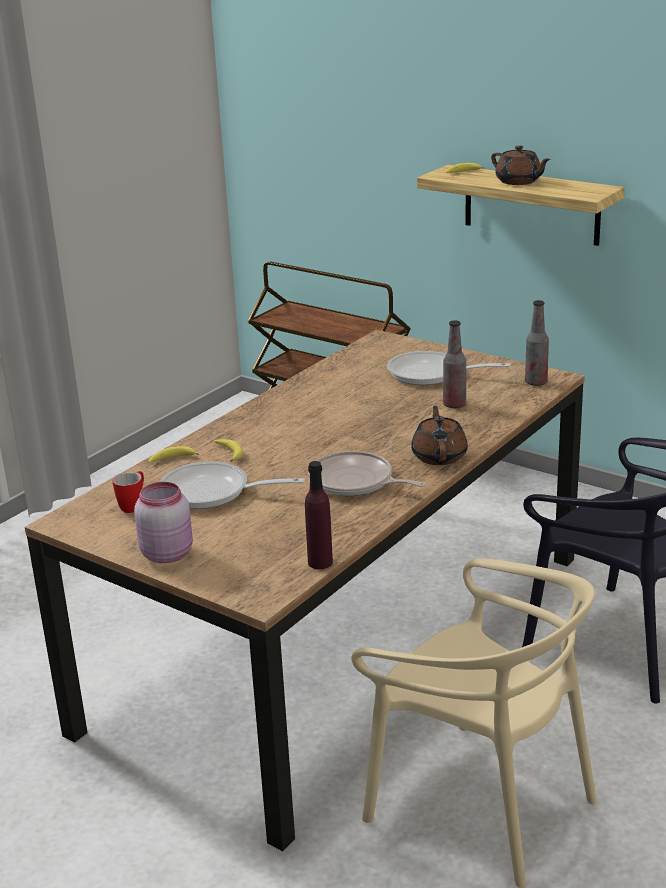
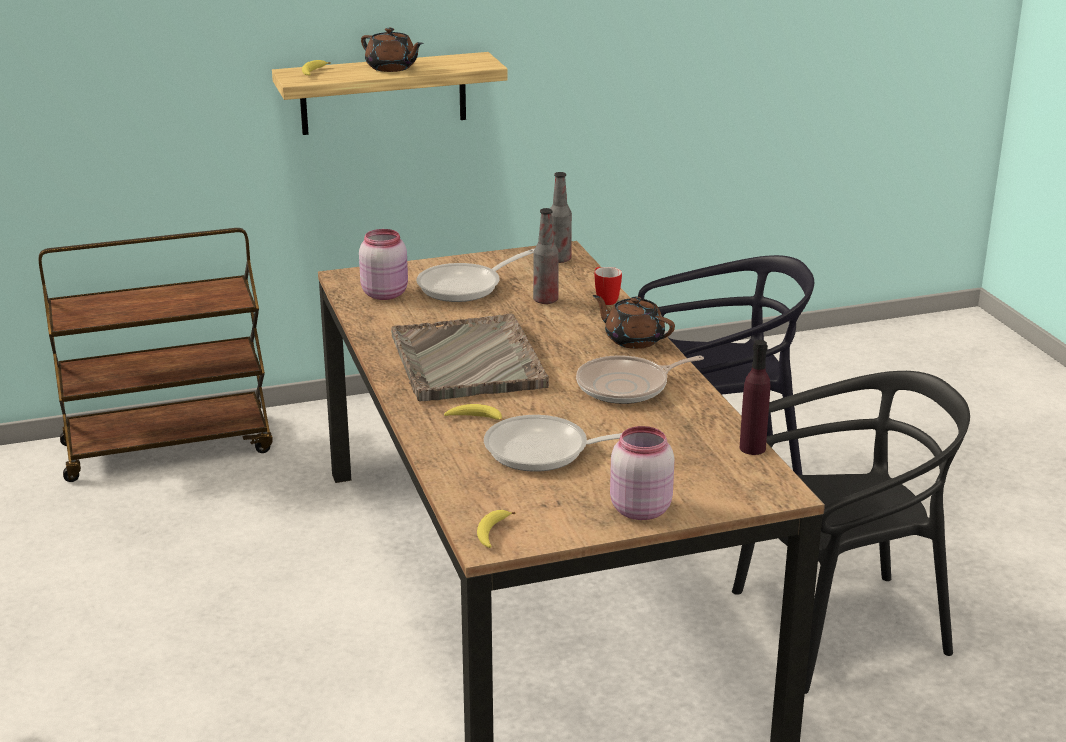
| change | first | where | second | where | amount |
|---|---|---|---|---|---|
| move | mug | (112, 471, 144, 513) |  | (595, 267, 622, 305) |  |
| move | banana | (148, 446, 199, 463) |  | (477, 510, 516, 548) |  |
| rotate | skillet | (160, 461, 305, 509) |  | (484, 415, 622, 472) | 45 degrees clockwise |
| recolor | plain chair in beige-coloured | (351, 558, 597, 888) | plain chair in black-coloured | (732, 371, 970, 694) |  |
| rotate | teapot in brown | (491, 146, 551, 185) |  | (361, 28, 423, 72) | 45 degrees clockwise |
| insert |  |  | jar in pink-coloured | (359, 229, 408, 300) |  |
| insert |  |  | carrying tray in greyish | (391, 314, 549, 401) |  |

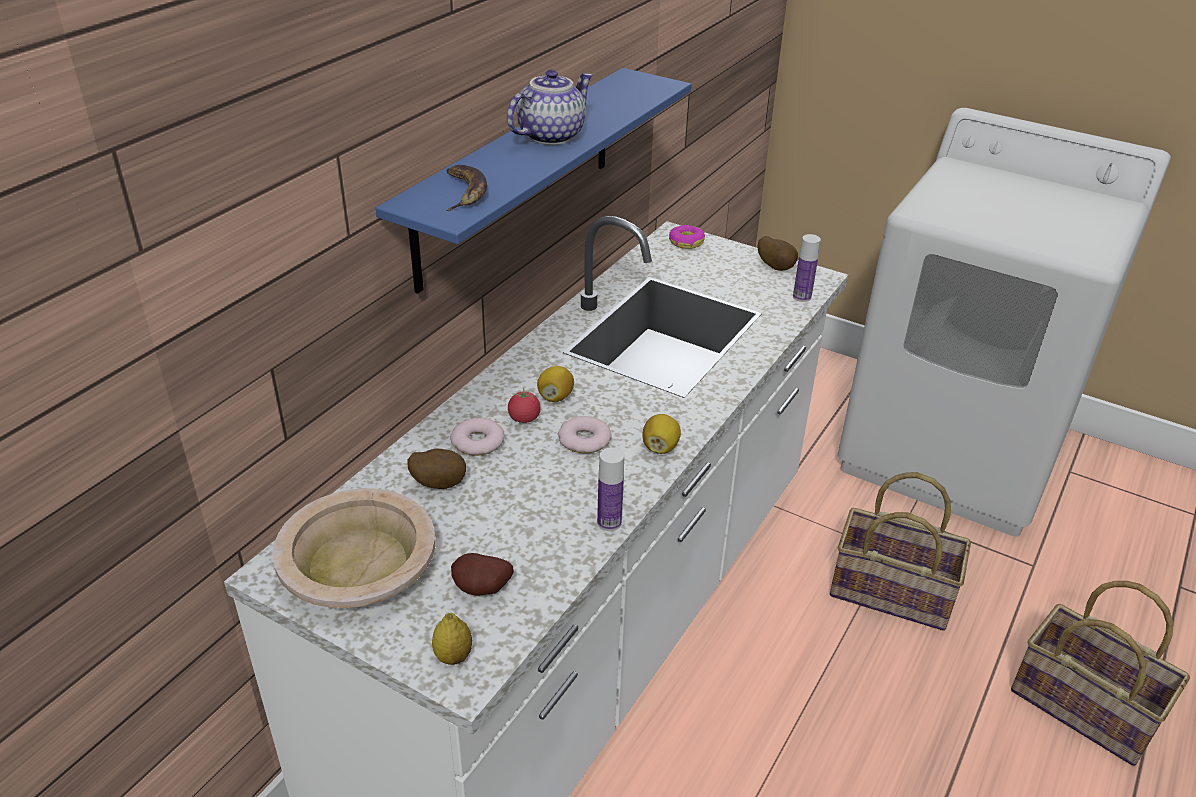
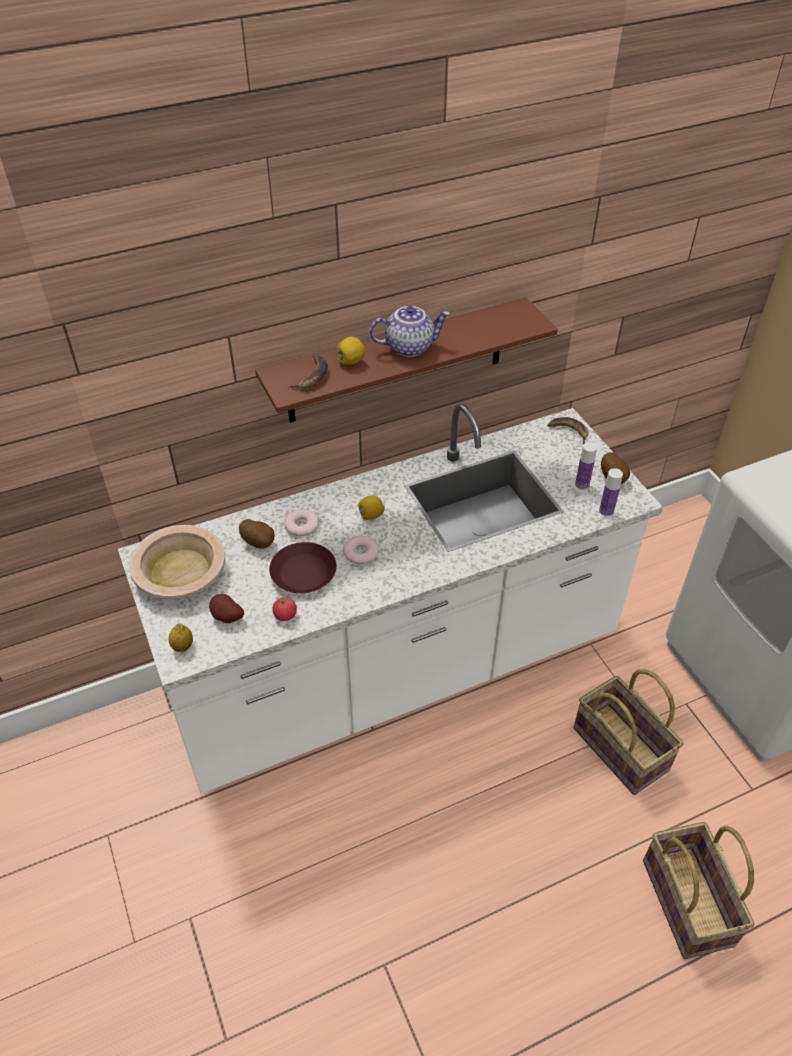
| change | first | where | second | where | amount |
|---|---|---|---|---|---|
| recolor | shelf in blue | (375, 68, 692, 294) | shelf in brown | (255, 297, 558, 423) |  |
| move | fresh tomato | (508, 388, 541, 423) |  | (272, 596, 297, 621) |  |
| move | drink bottle | (597, 447, 624, 531) |  | (575, 442, 597, 490) |  |
| move | citrus fruit | (642, 414, 681, 454) |  | (336, 337, 365, 365) |  |
| replace | doughnut | (669, 225, 705, 249) | banana | (547, 417, 589, 445) |  |
| insert |  |  | dinner plate in brown | (269, 542, 337, 593) |  |

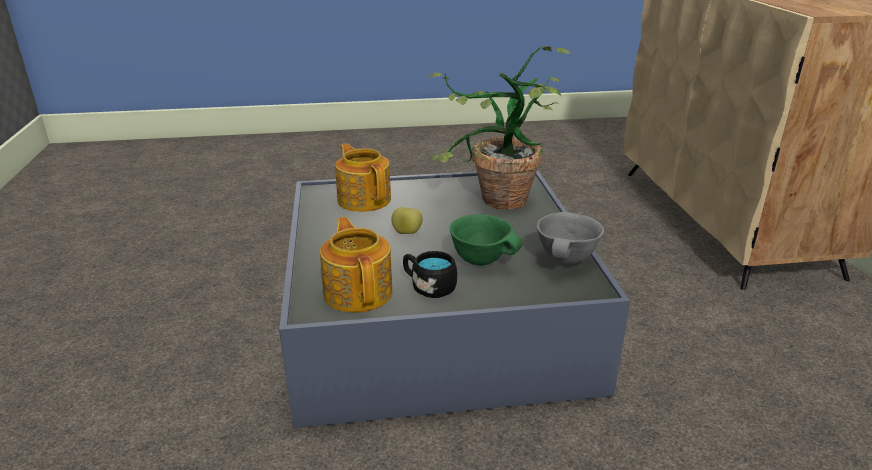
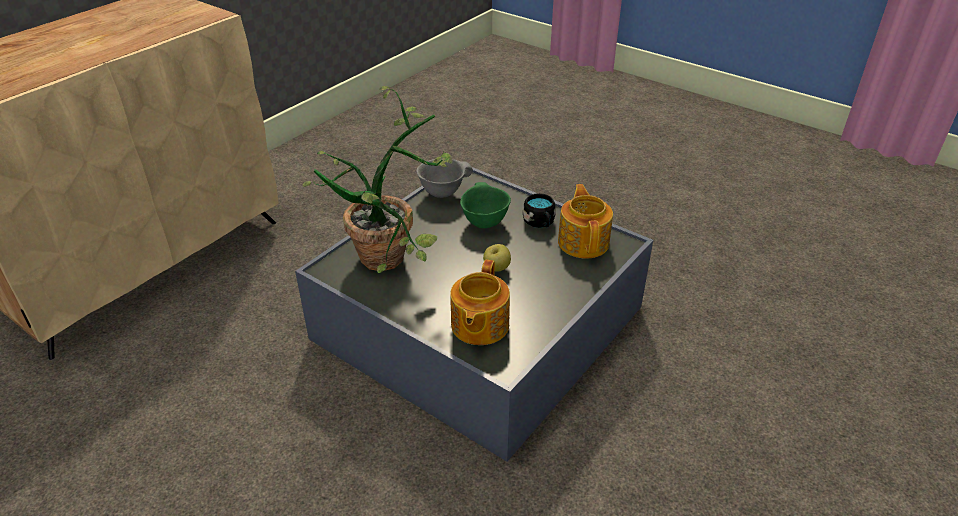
| change | first | where | second | where | amount |
|---|---|---|---|---|---|
| rotate | teapot | (320, 217, 392, 313) |  | (558, 184, 613, 259) | 150 degrees clockwise |

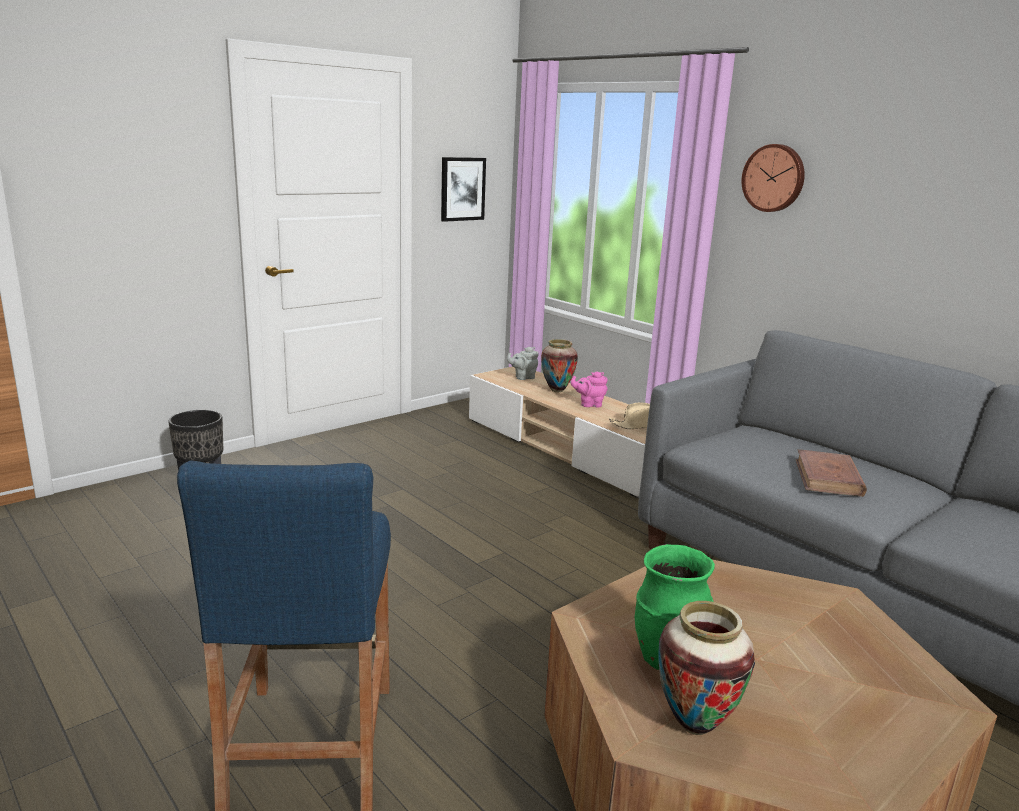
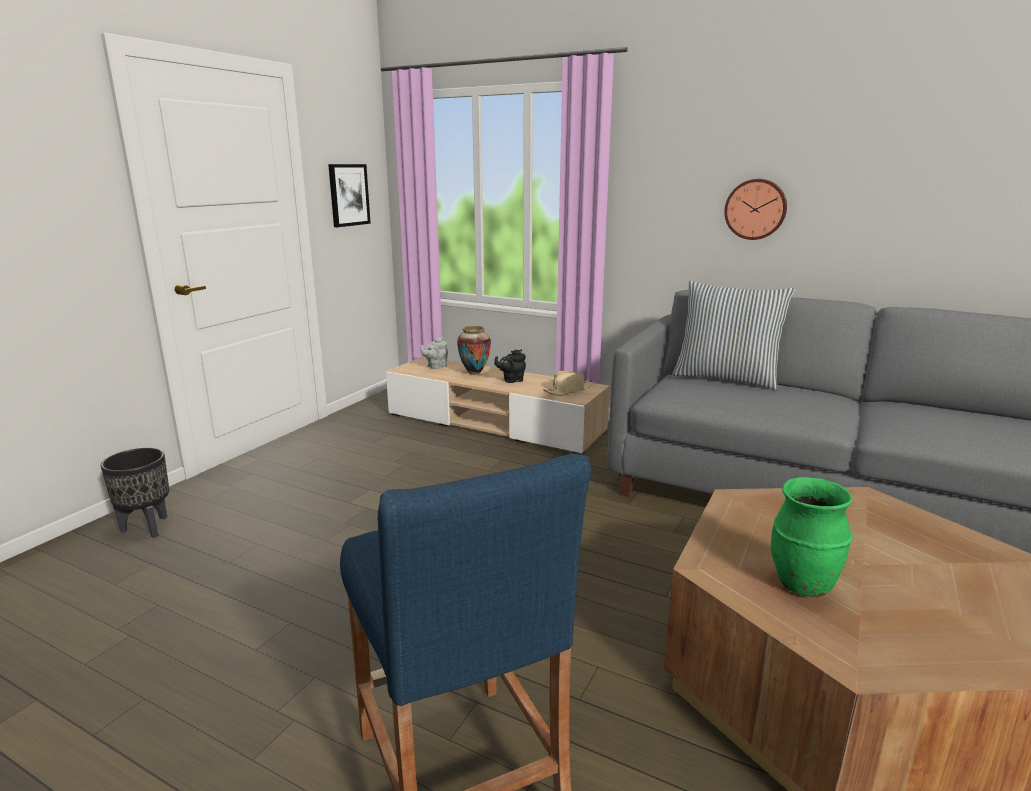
| change | first | where | second | where | amount |
|---|---|---|---|---|---|
| recolor | teapot in pink-coloured | (571, 372, 608, 407) | teapot in black-coloured | (494, 350, 526, 383) |  |
| delete | flower vase | (658, 601, 755, 735) |  |  |  |
| move | clock on the wall | (742, 144, 805, 212) |  | (724, 179, 787, 240) |  |
| delete | bound book in brown | (796, 449, 867, 497) |  |  |  |
| insert |  |  | throw pillow | (672, 281, 795, 390) |  |

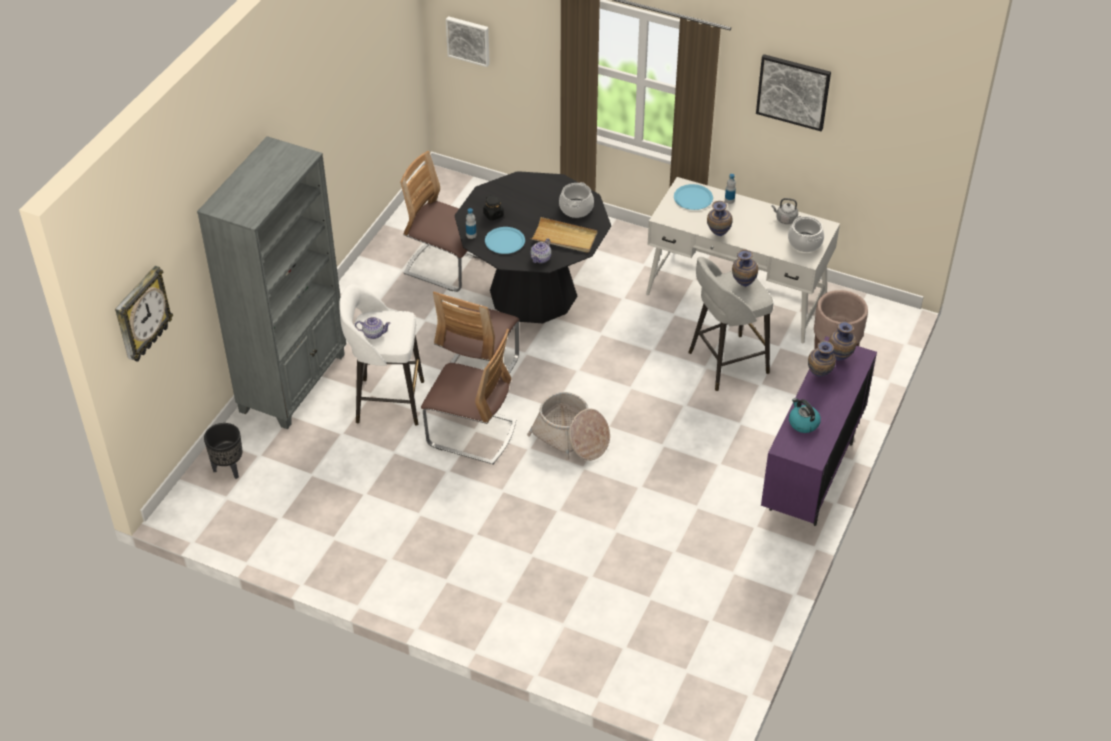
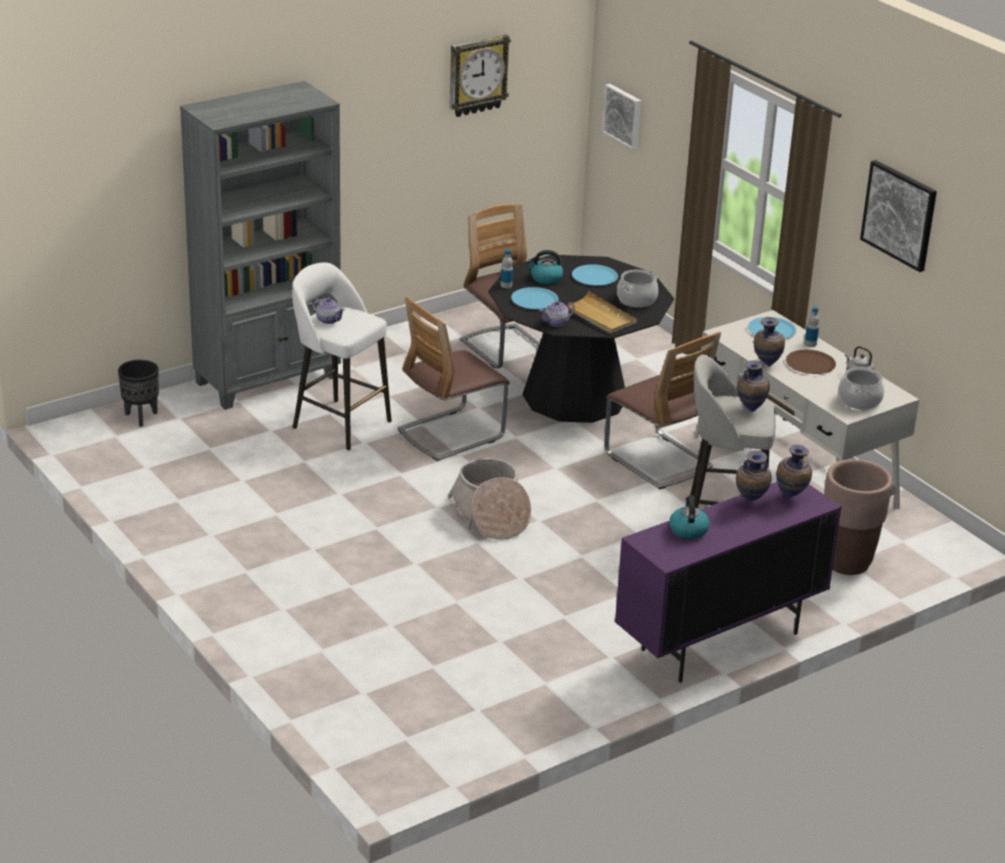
| change | first | where | second | where | amount |
|---|---|---|---|---|---|
| move | clock on the wall | (115, 266, 173, 362) |  | (450, 35, 511, 117) |  |
| move | plain chair | (421, 329, 516, 464) |  | (605, 332, 721, 490) |  |
| replace | jar in black-coloured | (483, 196, 504, 221) | water kettle | (526, 250, 563, 284) |  |
| insert |  |  | dinner plate in blue | (572, 264, 618, 286) |  |
| insert |  |  | dinner plate in brown | (786, 350, 836, 374) |  |

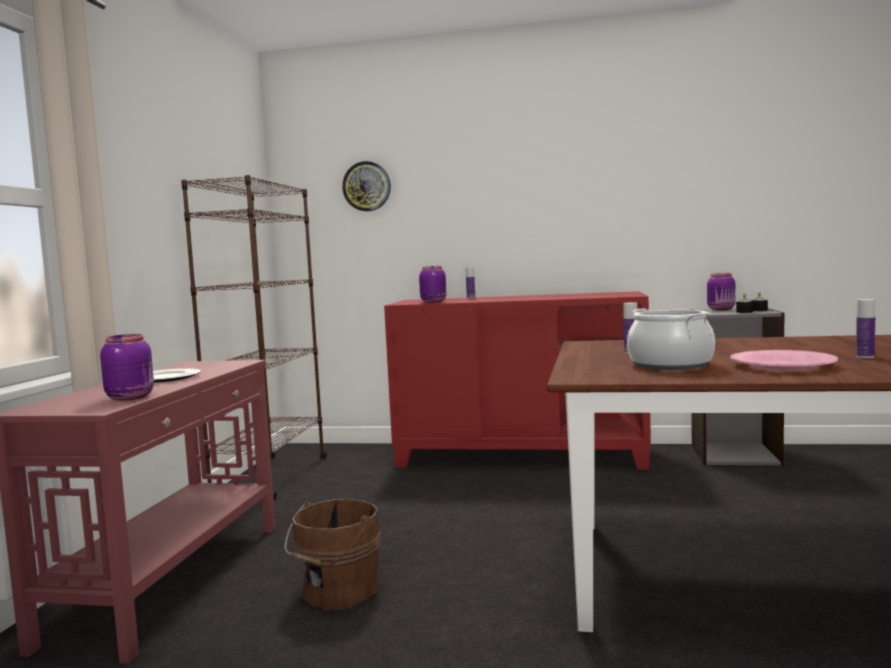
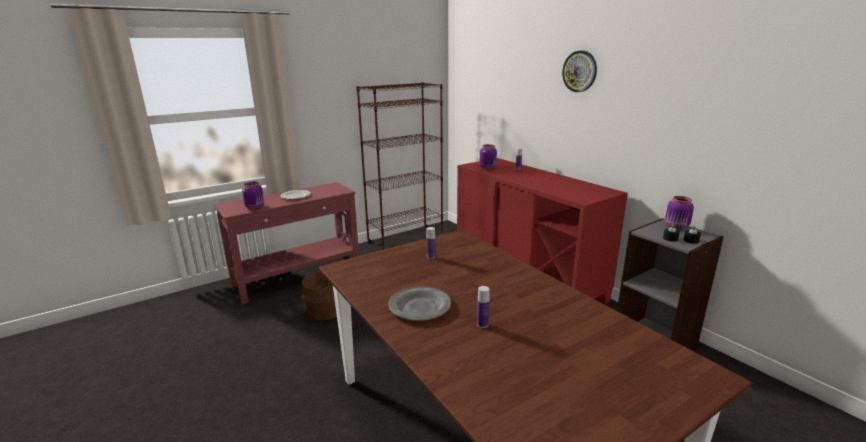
| change | first | where | second | where | amount |
|---|---|---|---|---|---|
| move | clock on the wall | (342, 161, 391, 211) |  | (562, 51, 597, 92) |  |
| delete | cooking pot | (627, 309, 715, 370) |  |  |  |
| recolor | dinner plate in pink-coloured | (730, 350, 838, 371) | dinner plate in greyish | (388, 287, 451, 321) |  |

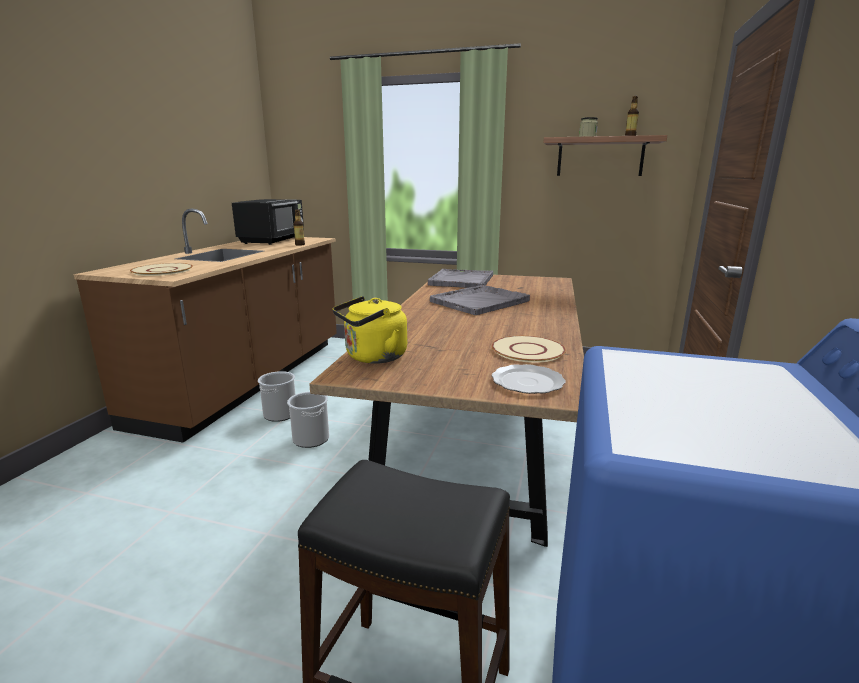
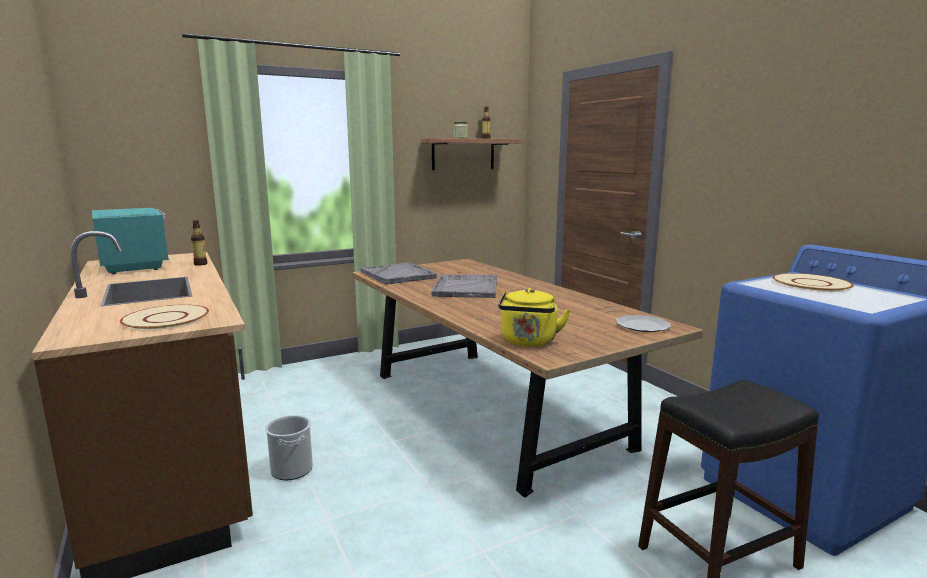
| change | first | where | second | where | amount |
|---|---|---|---|---|---|
| recolor | kitchen microwave in black-coloured | (232, 199, 304, 245) | kitchen microwave in blue-green | (92, 208, 169, 274) |  |
| delete | water bucket | (287, 392, 329, 448) |  |  |  |
| move | dinner plate in beige-coloured | (492, 336, 566, 363) |  | (772, 273, 854, 292) |  |

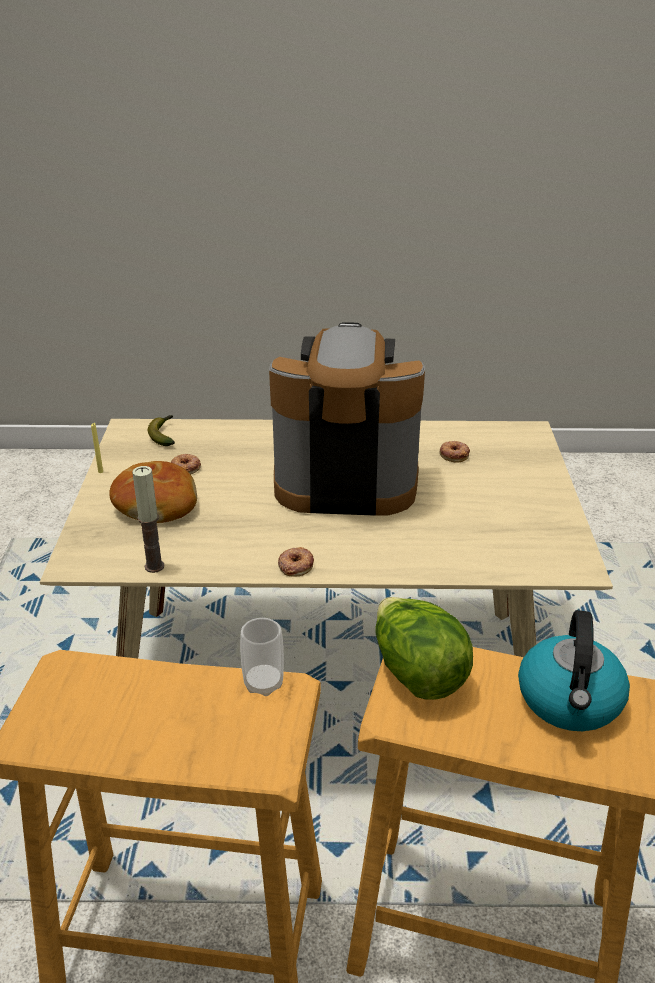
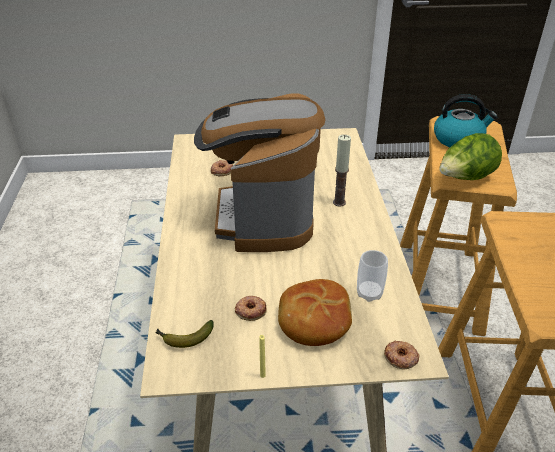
| change | first | where | second | where | amount |
|---|---|---|---|---|---|
| move | wax light | (132, 466, 164, 573) |  | (333, 134, 351, 206) |  |
| move | drinking cup | (240, 618, 284, 696) |  | (357, 250, 388, 302) |  |
| move | doughnut | (278, 547, 314, 577) |  | (384, 340, 420, 369) |  |

